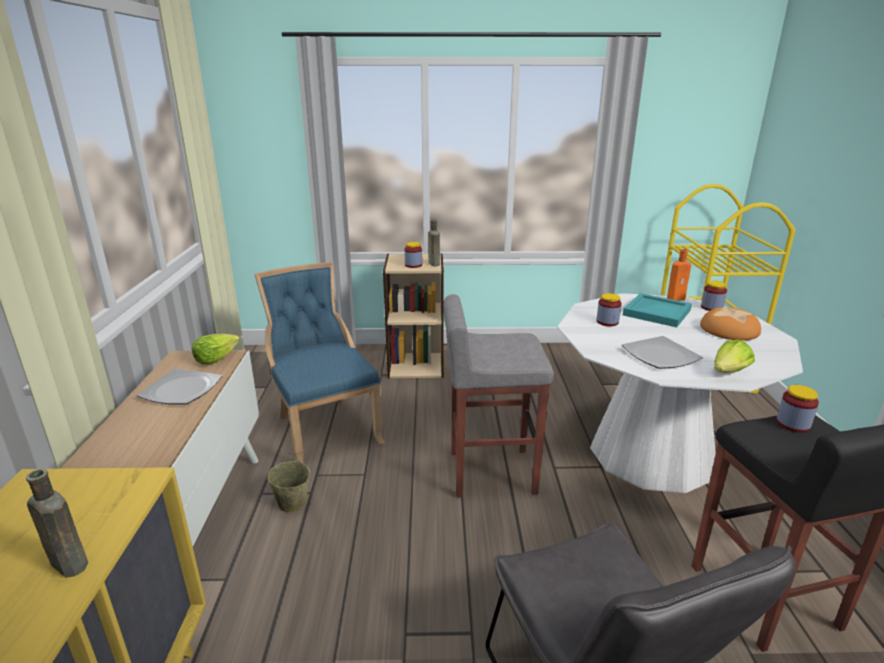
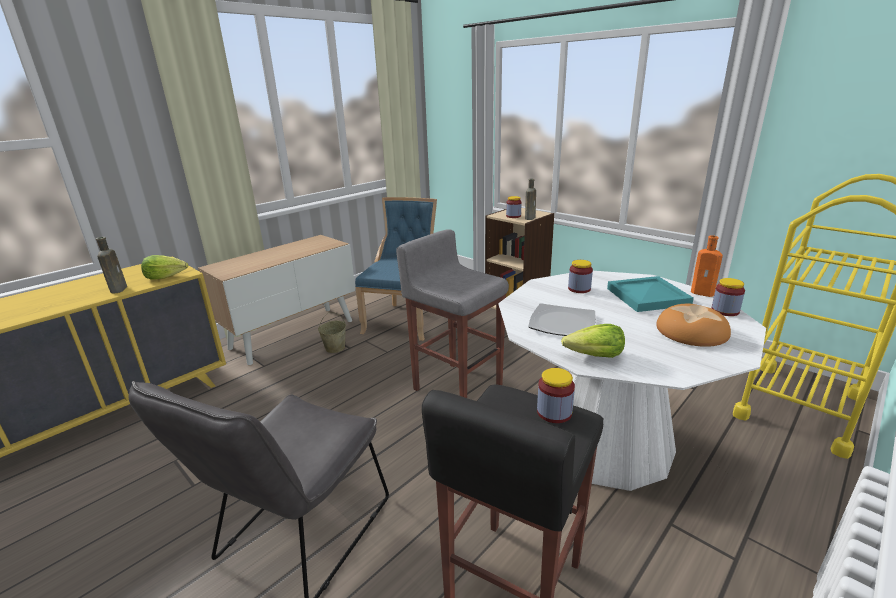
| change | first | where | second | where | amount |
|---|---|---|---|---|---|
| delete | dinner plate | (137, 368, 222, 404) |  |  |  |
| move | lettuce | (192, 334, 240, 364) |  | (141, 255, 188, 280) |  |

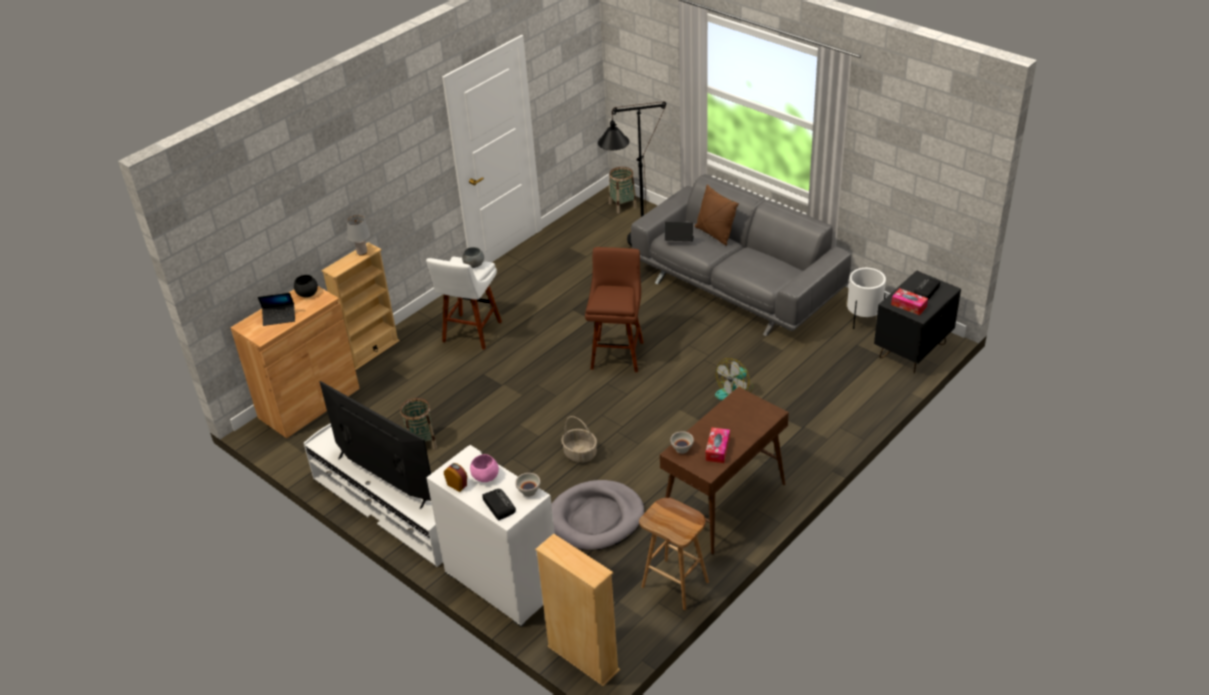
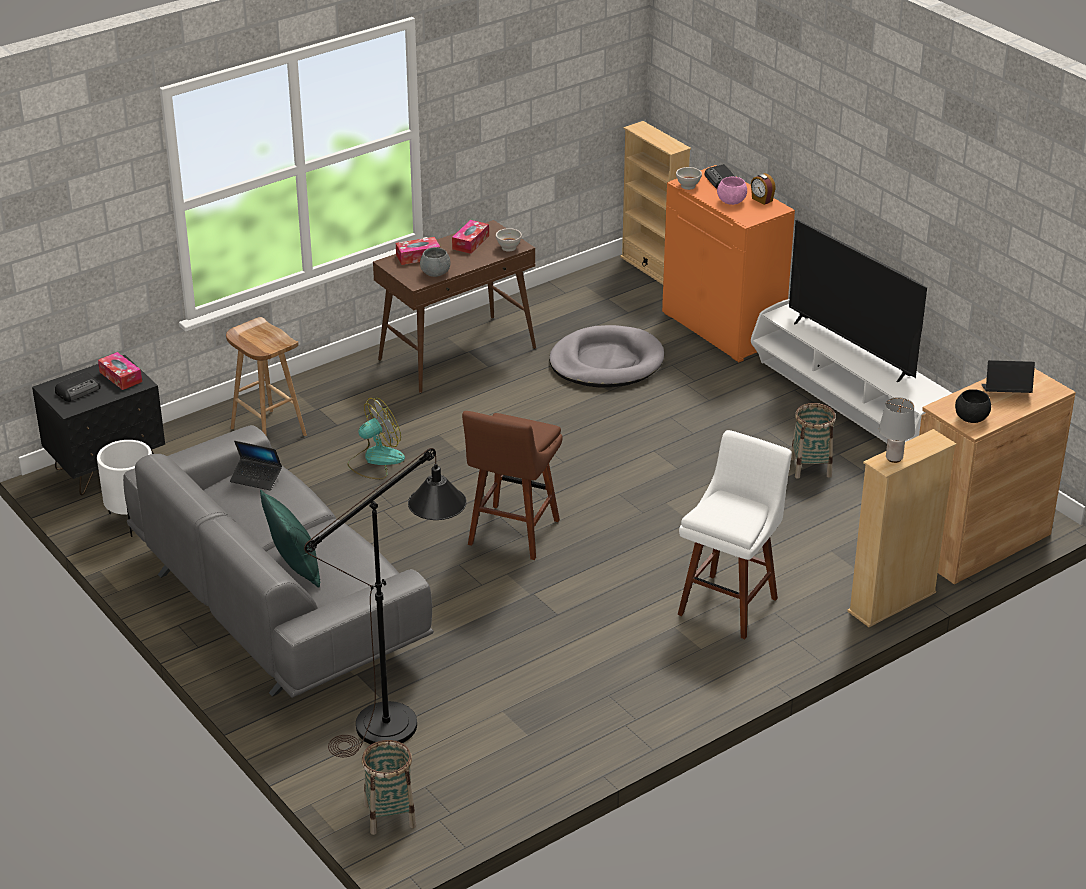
| change | first | where | second | where | amount |
|---|---|---|---|---|---|
| recolor | cupboard in whitish | (426, 445, 555, 627) | cupboard in orange-coloured | (662, 165, 795, 362) |  |
| move | bowl in greyish | (462, 247, 484, 268) |  | (420, 247, 451, 277) |  |
| delete | household basket | (561, 416, 597, 463) |  |  |  |
| move | stool in brown | (639, 498, 709, 610) |  | (226, 317, 307, 436) |  |
| move | notebook computer | (665, 222, 694, 241) |  | (230, 441, 282, 490) |  |
| recolor | throw pillow in brown | (695, 184, 739, 246) | throw pillow in green-coloured | (260, 489, 320, 588) |  |
| insert |  |  | tissue holder | (396, 237, 440, 265) |  |

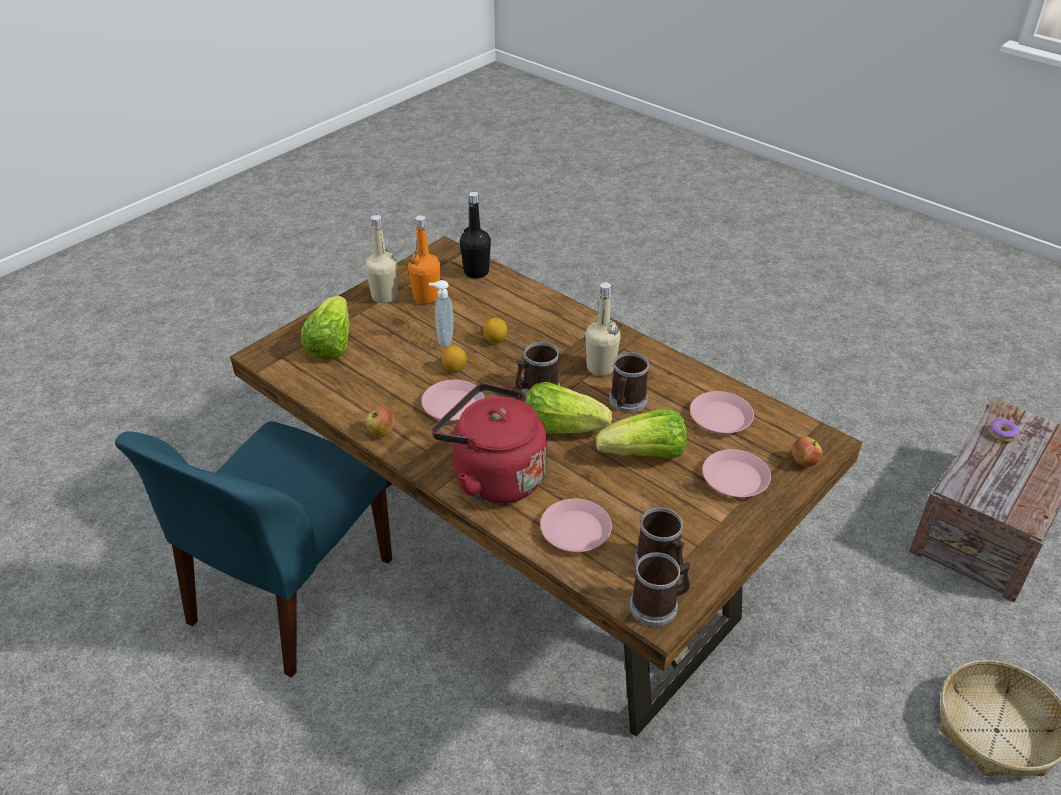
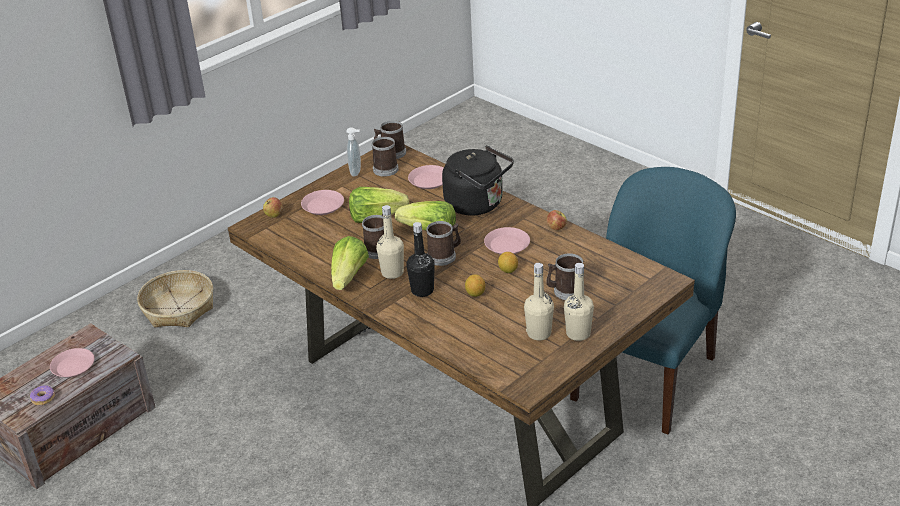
| change | first | where | second | where | amount |
|---|---|---|---|---|---|
| move | lettuce | (301, 296, 349, 360) |  | (331, 236, 369, 290) |  |
| recolor | drink bottle in orange-coloured | (408, 215, 440, 304) | drink bottle in beige-coloured | (524, 263, 554, 340) |  |
| move | soap bottle | (429, 280, 453, 347) |  | (346, 127, 361, 176) |  |
| recolor | water kettle in red | (432, 383, 547, 504) | water kettle in black-coloured | (442, 146, 514, 216) |  |
| move | drink bottle in black-coloured | (460, 192, 491, 278) |  | (406, 222, 435, 297) |  |
| move | dinner plate in pink-coloured | (690, 391, 754, 434) |  | (50, 348, 94, 378) |  |
| insert |  |  | mug | (546, 253, 583, 300) |  |

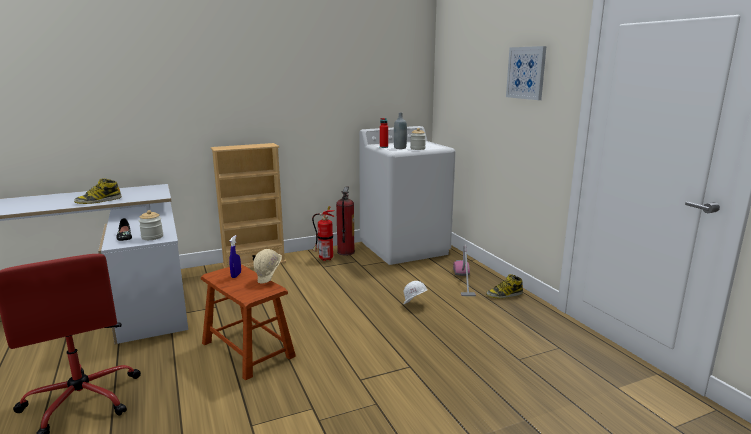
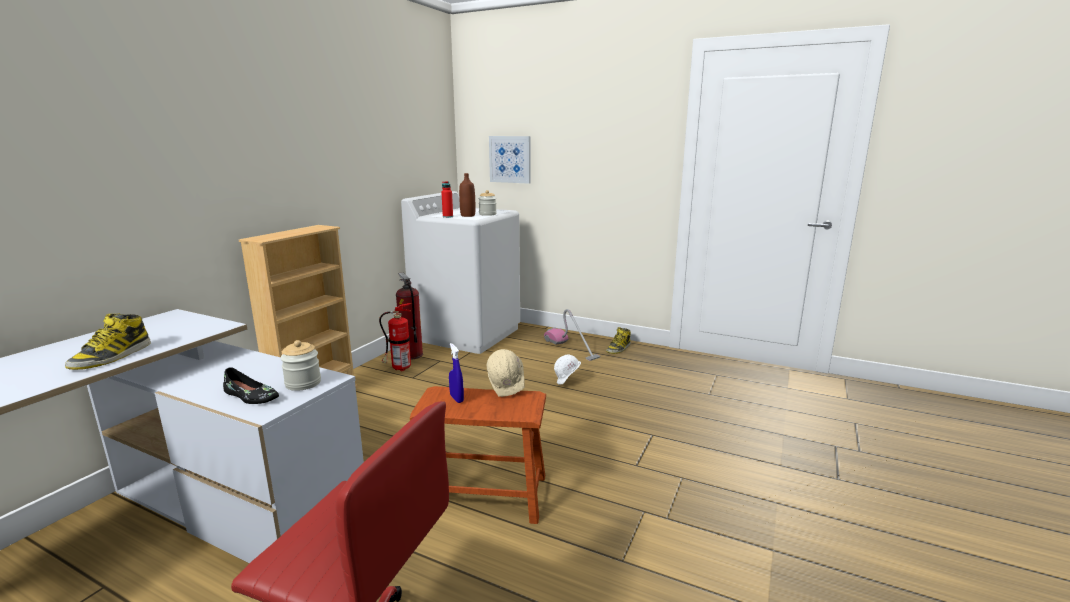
| change | first | where | second | where | amount |
|---|---|---|---|---|---|
| recolor | drink bottle in greyish | (394, 112, 407, 149) | drink bottle in brown | (459, 173, 475, 217) |  |
| move | picture | (506, 46, 546, 100) |  | (489, 136, 531, 184) |  |

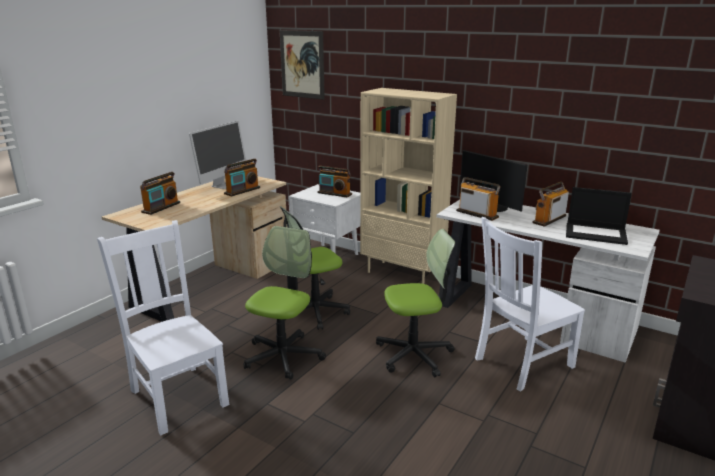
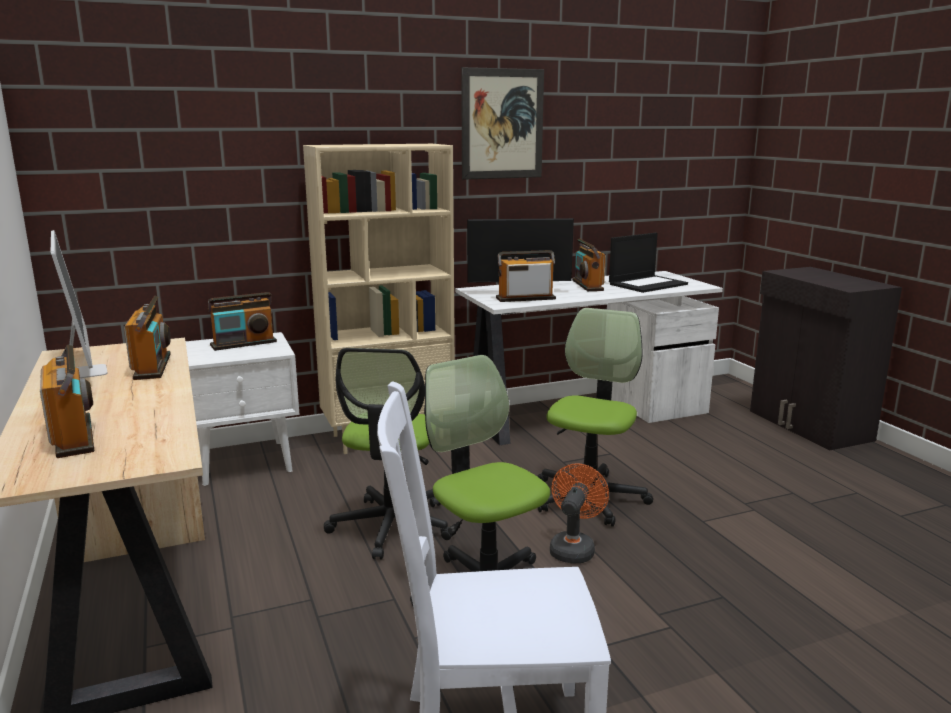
| change | first | where | second | where | amount |
|---|---|---|---|---|---|
| move | picture | (280, 30, 325, 100) |  | (461, 67, 544, 180) |  |
| delete | plain chair in whitish | (475, 217, 585, 391) |  |  |  |
| insert |  |  | cooling fan in orange-coloured | (550, 463, 609, 564) |  |

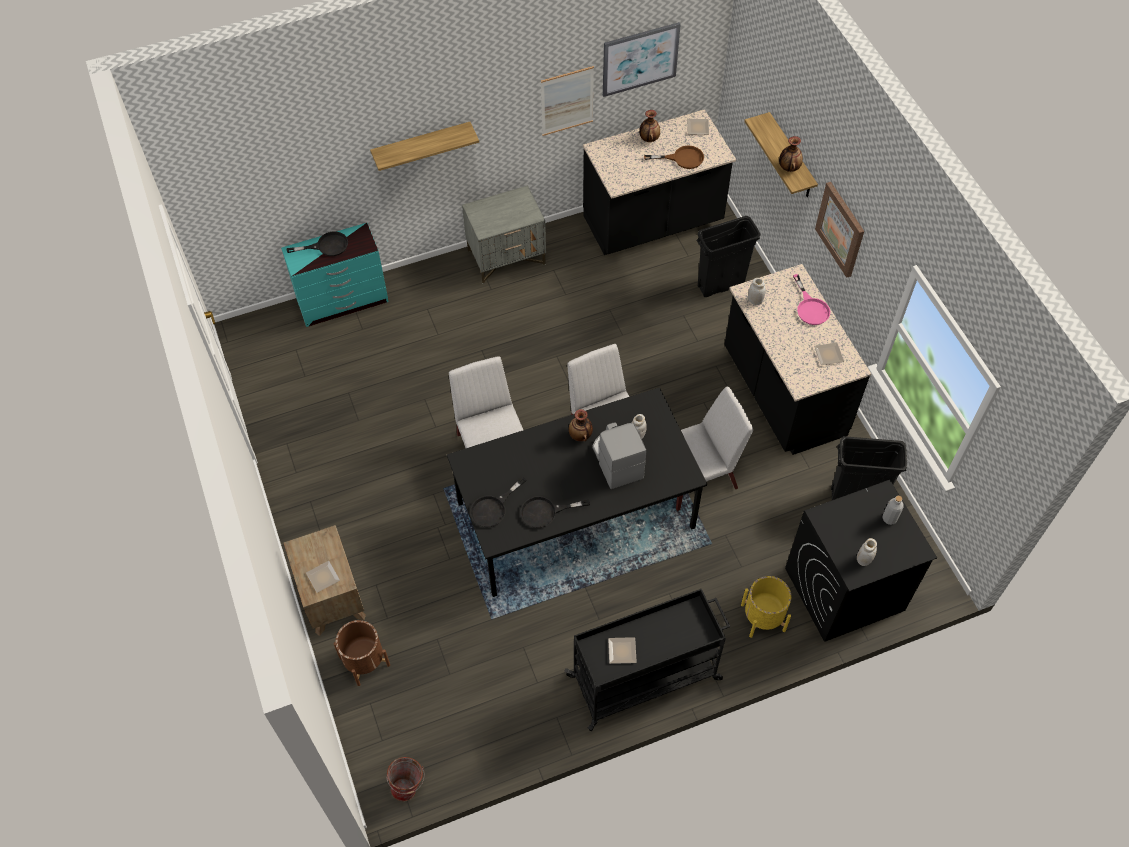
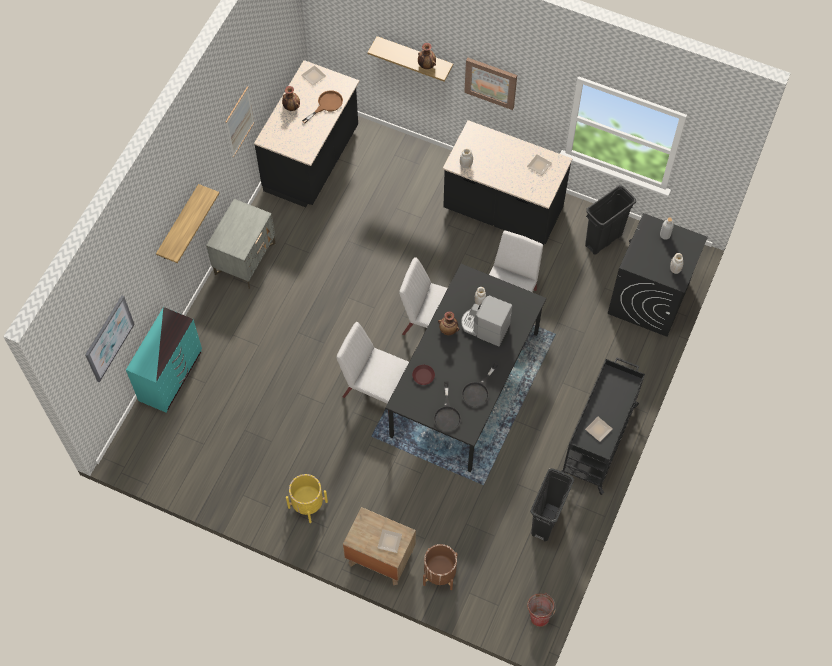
| change | first | where | second | where | amount |
|---|---|---|---|---|---|
| delete | skillet in black-coloured | (287, 232, 348, 256) |  |  |  |
| move | picture | (603, 22, 681, 97) |  | (85, 296, 135, 382) |  |
| move | rubbish bin in black-coloured | (696, 216, 761, 297) |  | (530, 468, 574, 541) |  |
| move | flower pot in yellowish | (741, 576, 791, 638) |  | (286, 474, 328, 523) |  |
| delete | skillet in pink-coloured | (793, 274, 830, 325) |  |  |  |
| insert |  |  | dinner plate in brown | (412, 365, 435, 385) |  |

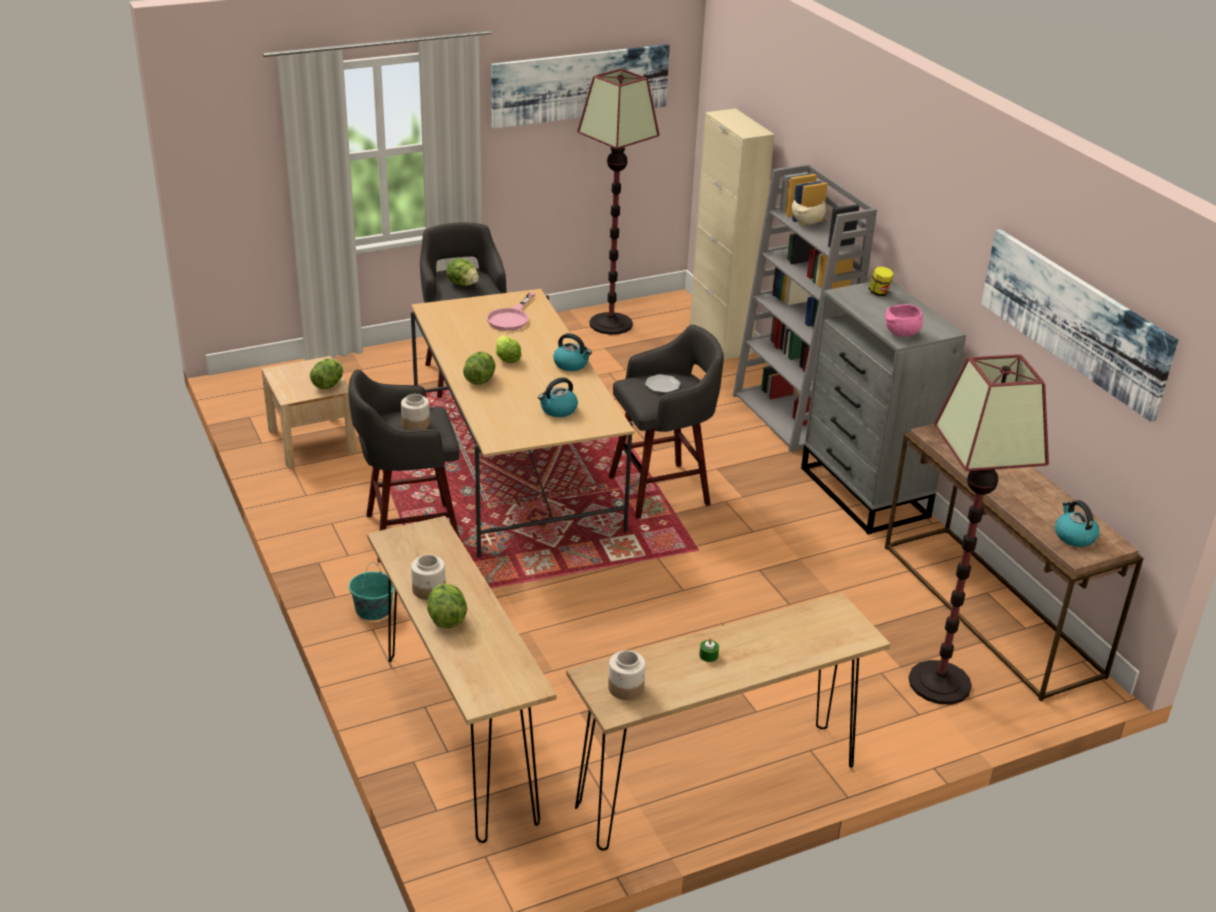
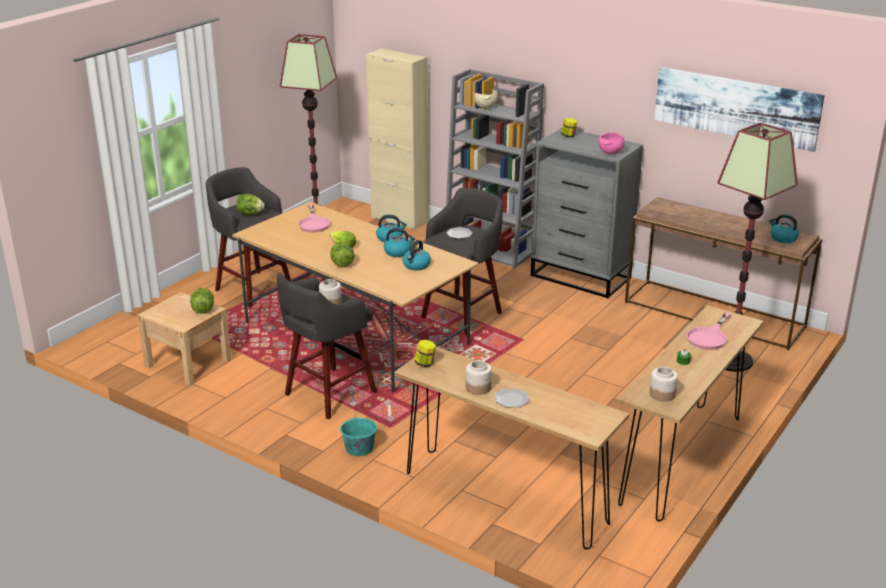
| change | first | where | second | where | amount |
|---|---|---|---|---|---|
| replace | lettuce | (427, 583, 467, 628) | dinner plate | (495, 388, 529, 407) |  |
| delete | picture | (491, 44, 670, 129) |  |  |  |
| insert |  |  | water kettle | (384, 228, 415, 257) |  |
| insert |  |  | jar | (415, 340, 436, 367) |  |
| insert |  |  | skillet in pink-coloured | (686, 312, 731, 350) |  |

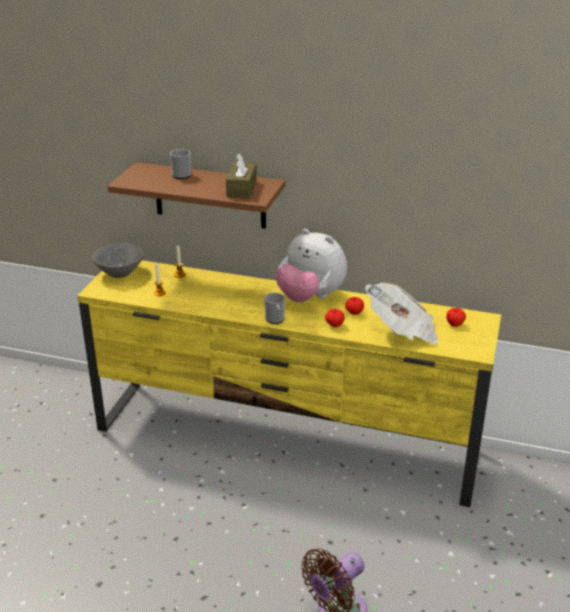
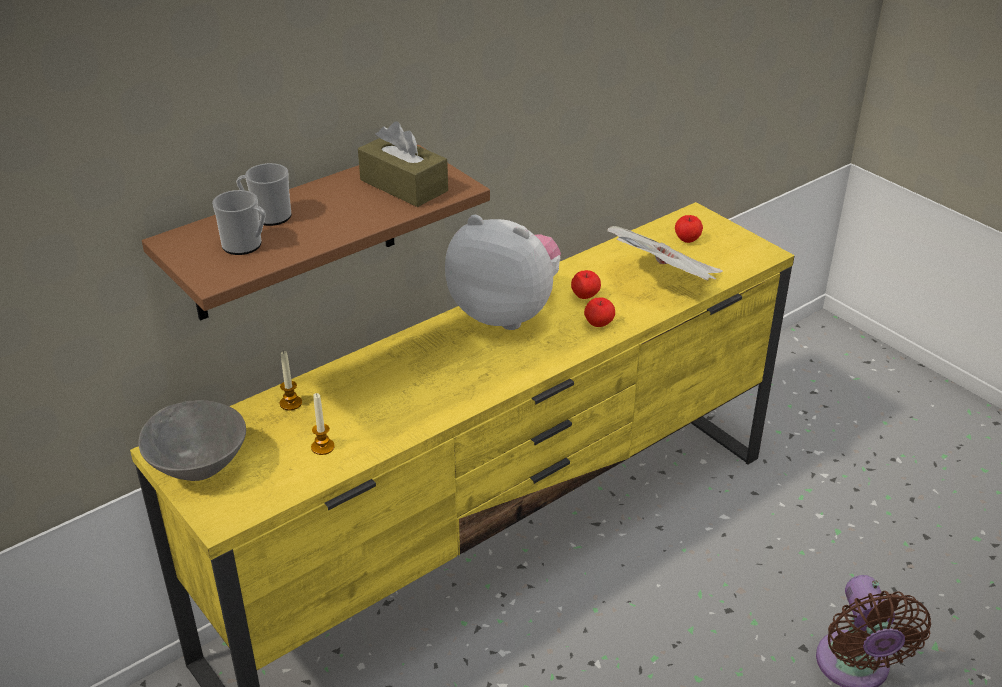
| change | first | where | second | where | amount |
|---|---|---|---|---|---|
| move | mug | (264, 293, 286, 324) |  | (212, 190, 266, 255) |  |
| rotate | cuddly toy | (276, 229, 347, 303) |  | (445, 215, 561, 330) | 135 degrees counterclockwise |

